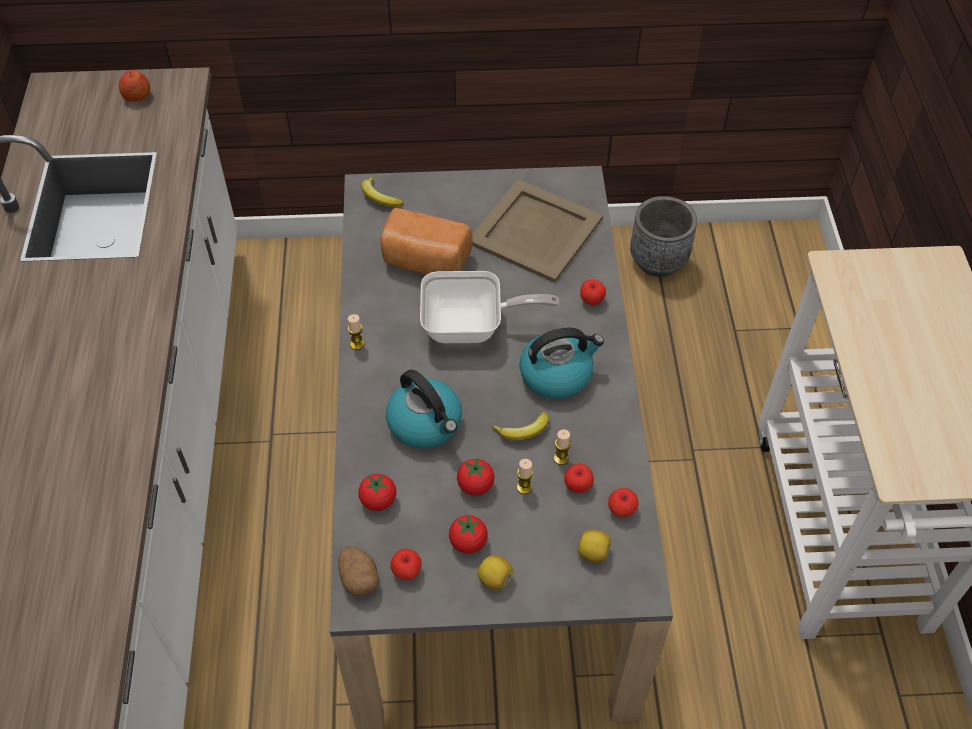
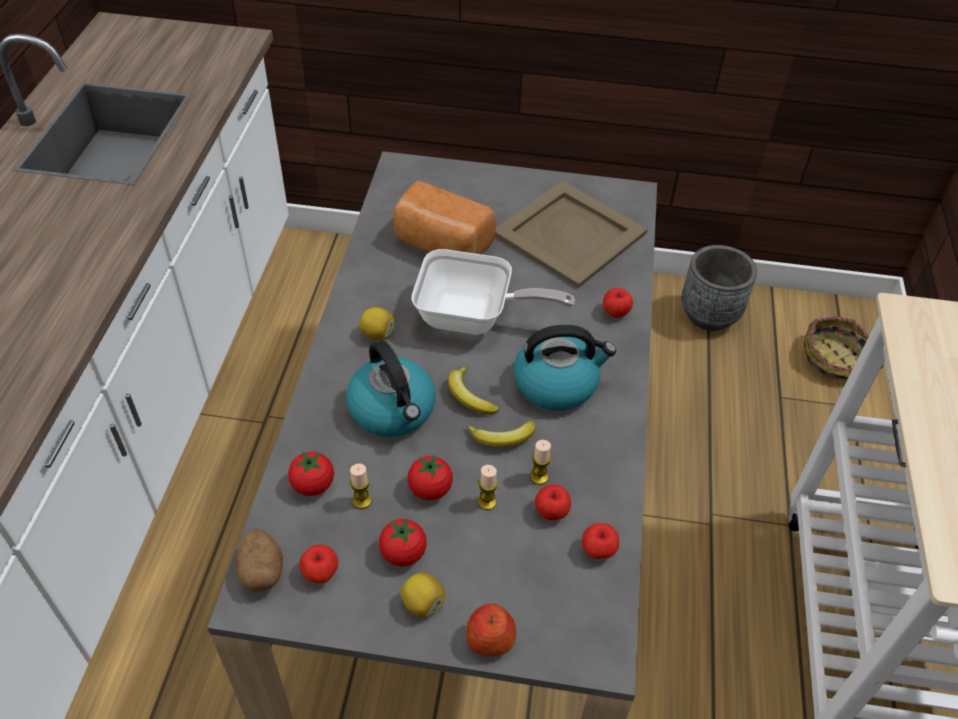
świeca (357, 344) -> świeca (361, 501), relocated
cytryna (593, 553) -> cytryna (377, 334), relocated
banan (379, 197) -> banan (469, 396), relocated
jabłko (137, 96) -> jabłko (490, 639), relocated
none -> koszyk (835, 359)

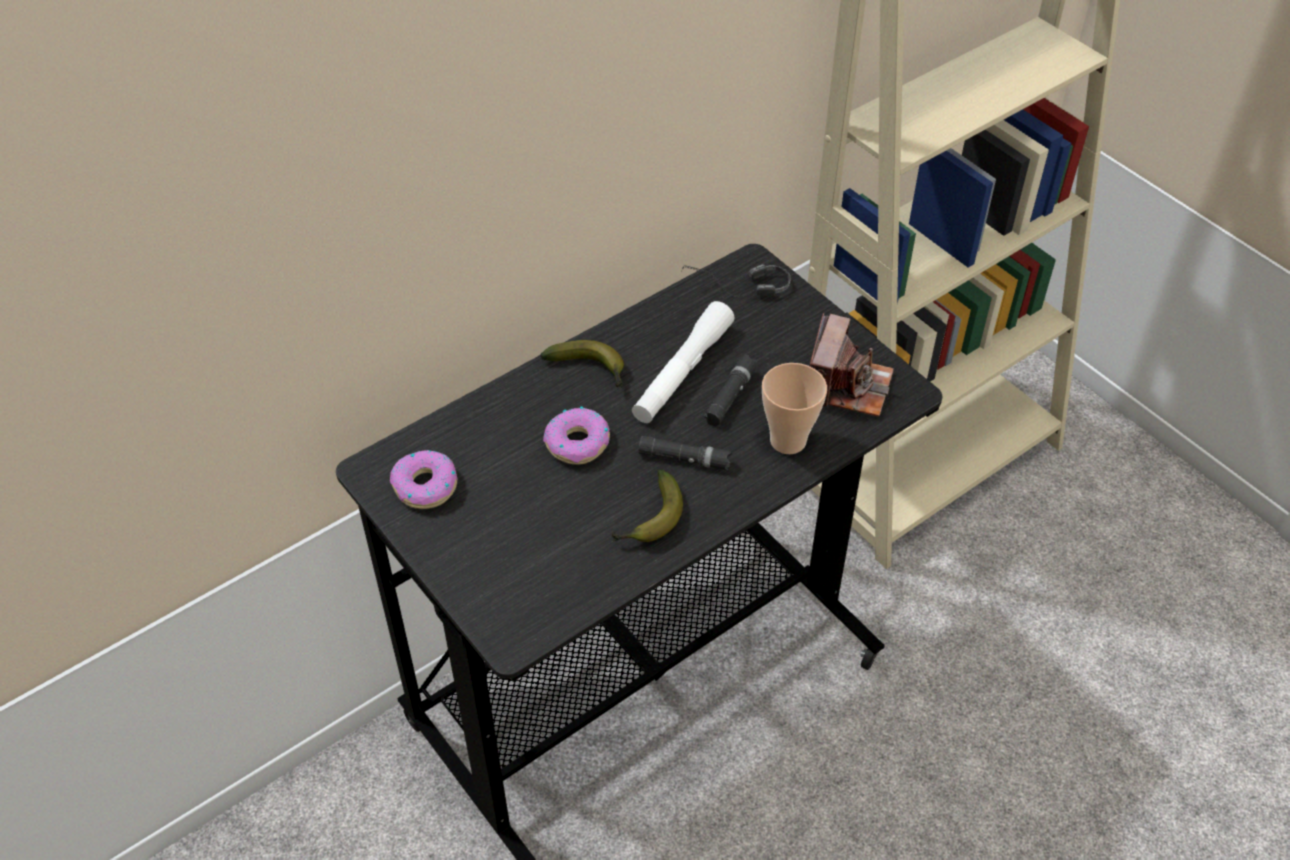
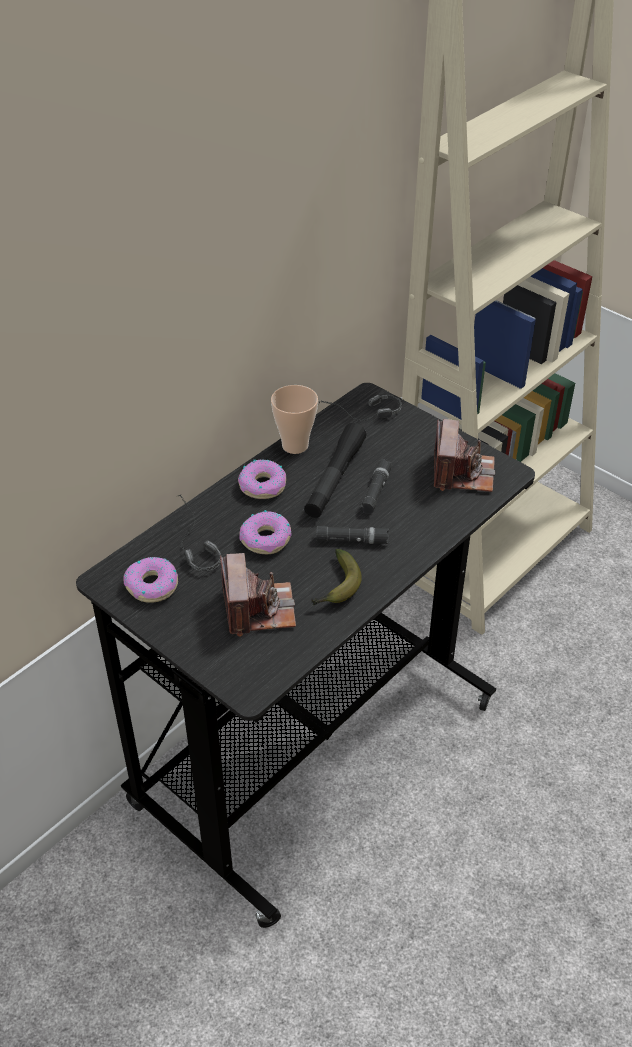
none -> słuchawki (190, 543)
none -> aparat fotograficzny (258, 609)
banan (590, 370) -> donut (263, 485)
filiżanka (788, 441) -> filiżanka (295, 445), relocated
latarka/biały (682, 372) -> latarka/czarny (334, 478)

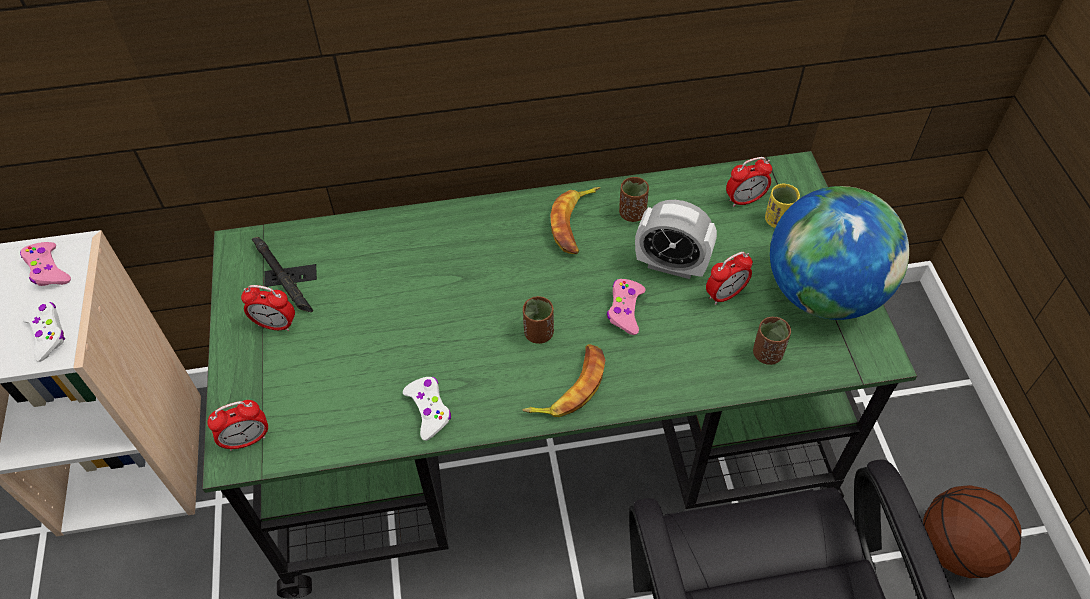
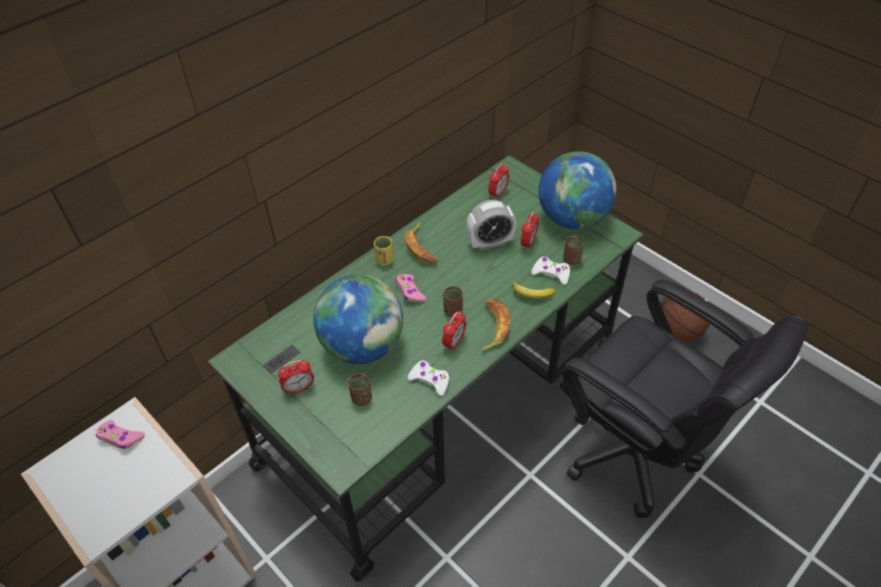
none -> globus (362, 346)
filiżanka/brązowy (632, 213) -> filiżanka/brązowy (361, 398), relocated
filiżanka/żółty (777, 220) -> filiżanka/żółty (384, 260), relocated
pad do gier/różowy (625, 310) -> pad do gier/różowy (410, 292), relocated
budzik (247, 440) -> budzik (454, 343), relocated
none -> banan (532, 294)
pad do gier/biały (48, 334) -> pad do gier/biały (551, 273), relocated
latarka/czarny (282, 277) -> none

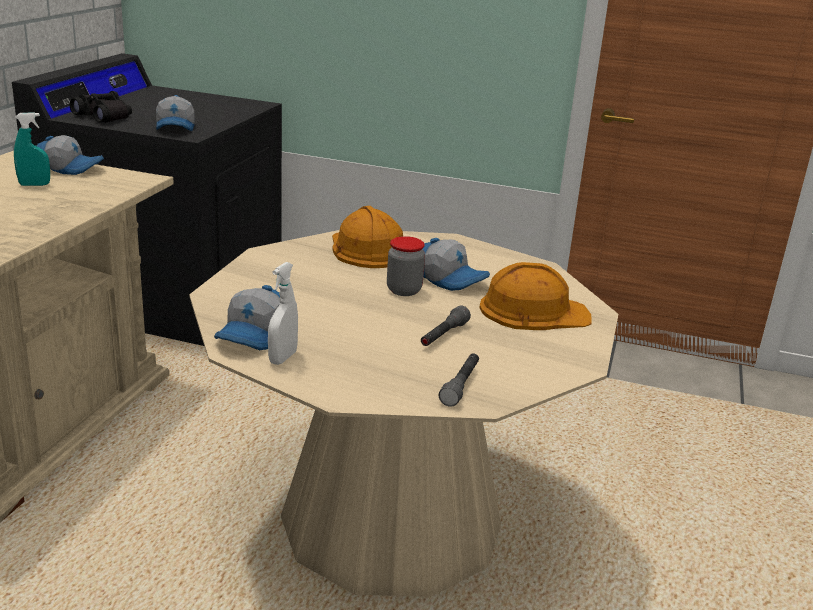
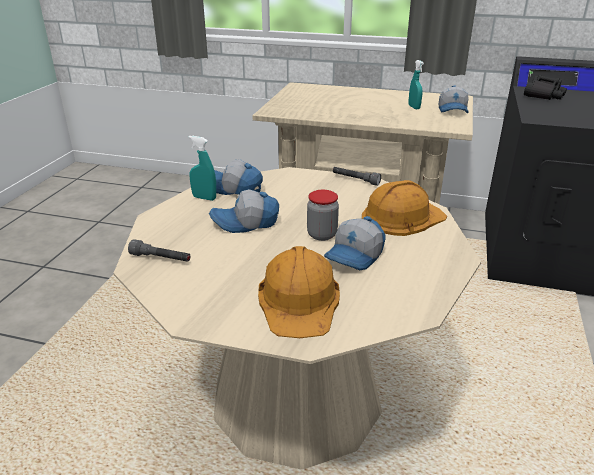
spryskiwacz/biały (283, 358) -> spryskiwacz/turkusowy (204, 198)
czapka z daszkiem (176, 127) -> czapka z daszkiem (246, 223), relocated
latarka/szary (443, 335) -> latarka/szary (355, 180), relocated

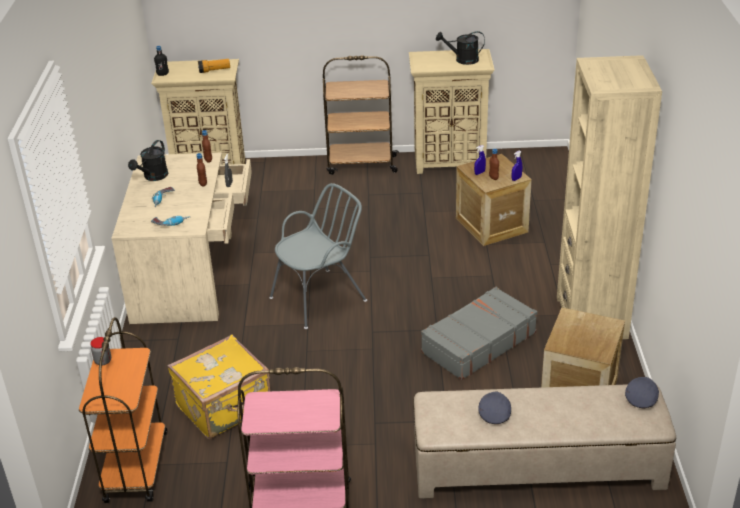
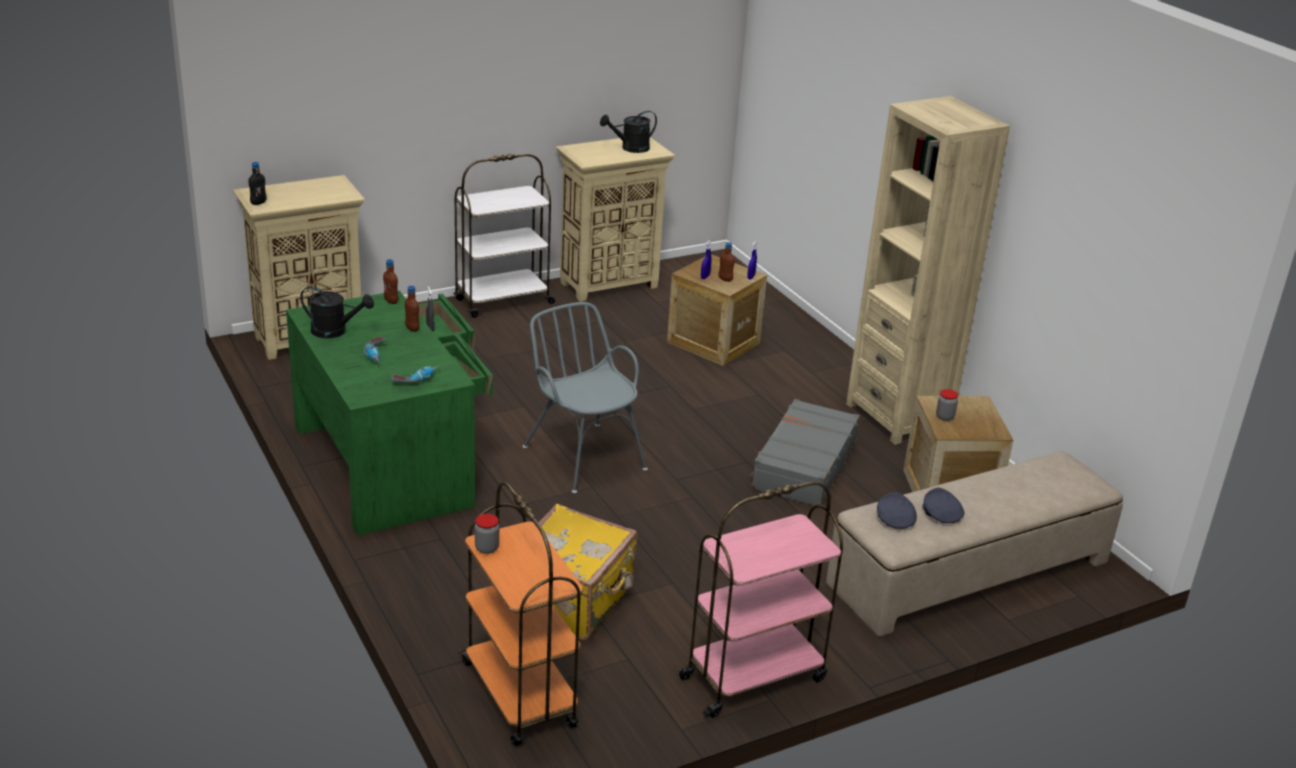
biurko/beżowy (192, 275) -> biurko/zielony (393, 461)
konewka/czarny (153, 177) -> konewka/czarny (335, 331), 75 degrees counterclockwise
wózek/brązowy (361, 165) -> wózek/biały (502, 302)
krzesło/szary (321, 297) -> krzesło/szary (582, 454), 60 degrees counterclockwise
czapka z daszkiem/szary (641, 398) -> czapka z daszkiem/szary (894, 519), relocated
none -> słoik (944, 417)
latarka (214, 70) -> none

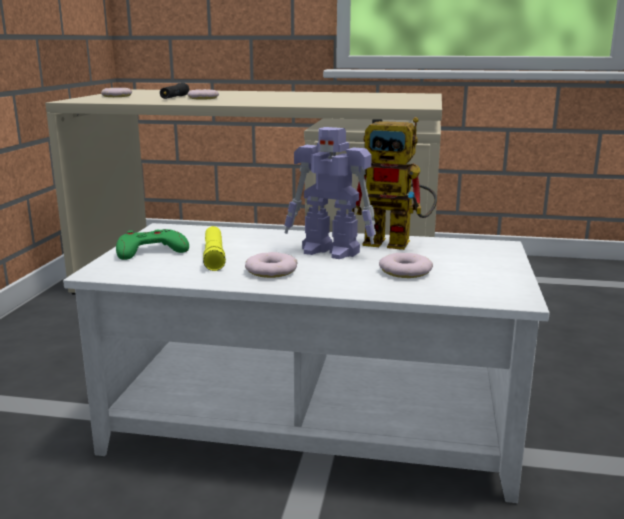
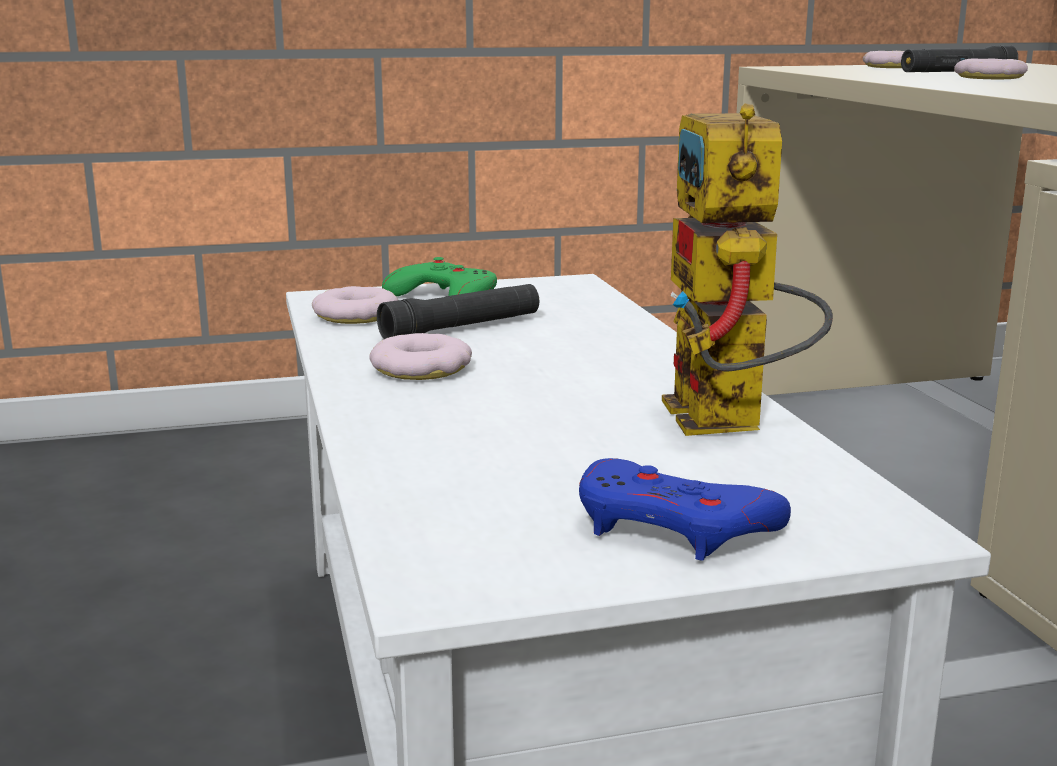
donut (405, 271) -> donut (356, 315), relocated
latarka/żółty (214, 256) -> latarka/czarny (462, 328)
none -> pad do gier/niebieski (673, 525)
robot zabawkowy (331, 251) -> none

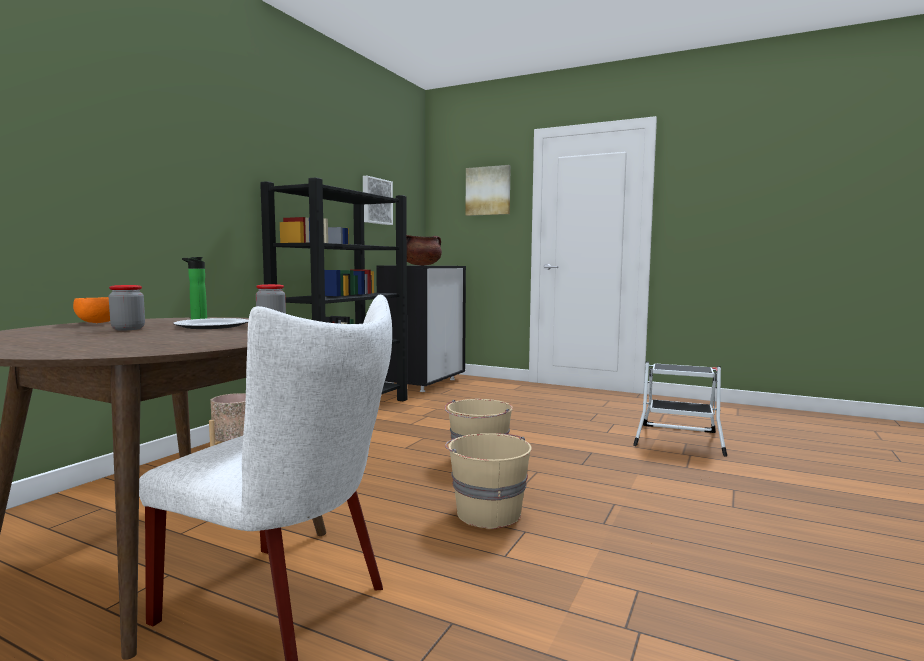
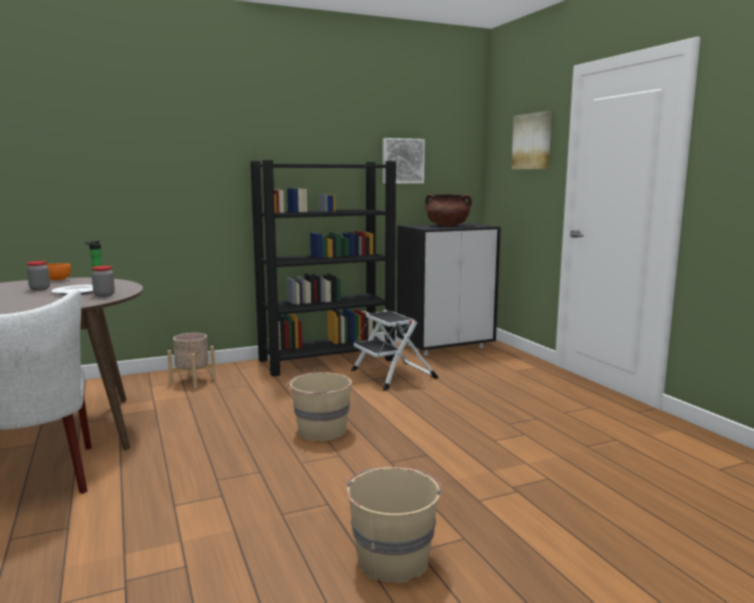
wiadro/beżowy (487, 513) -> wiadro/beżowy (392, 558), relocated
drabinka (678, 439) -> drabinka (393, 375), relocated

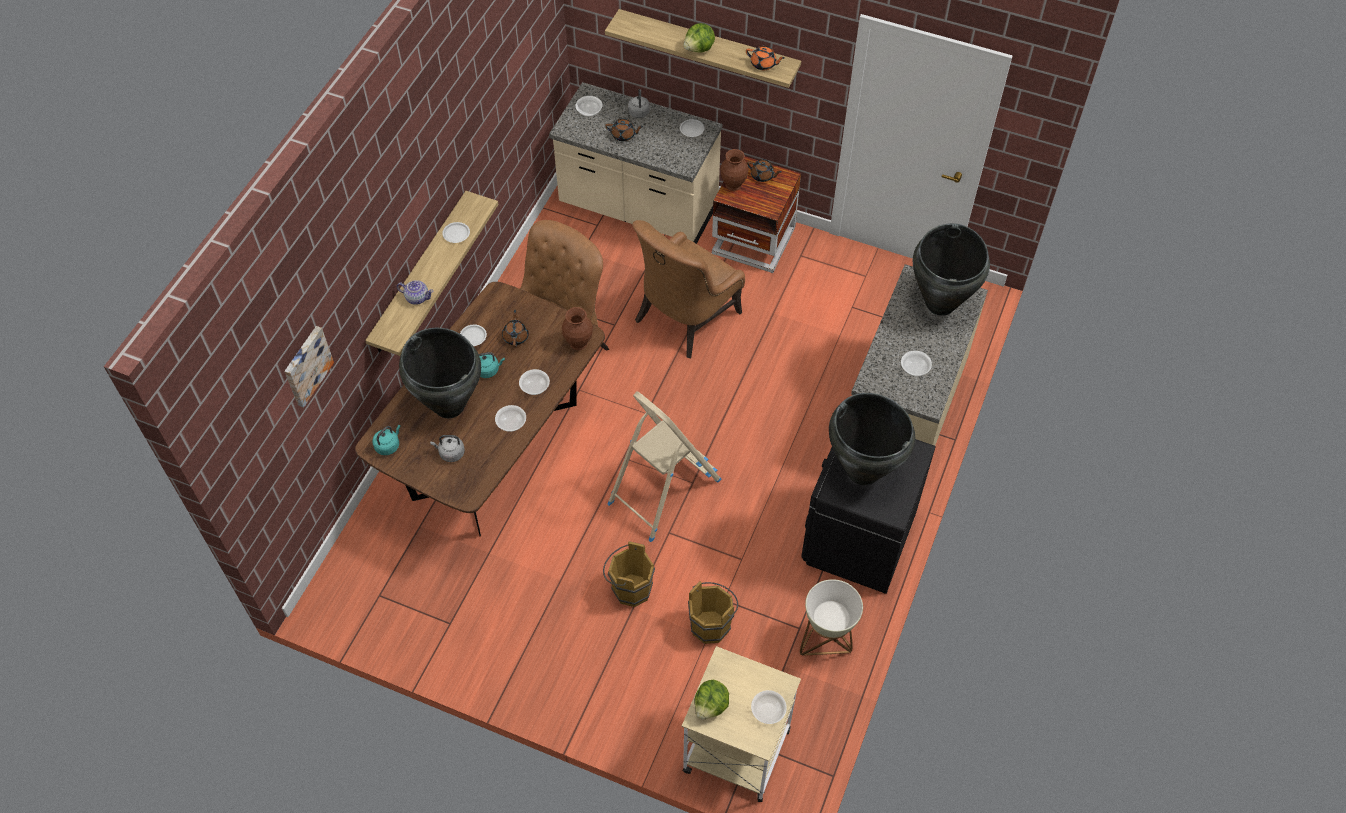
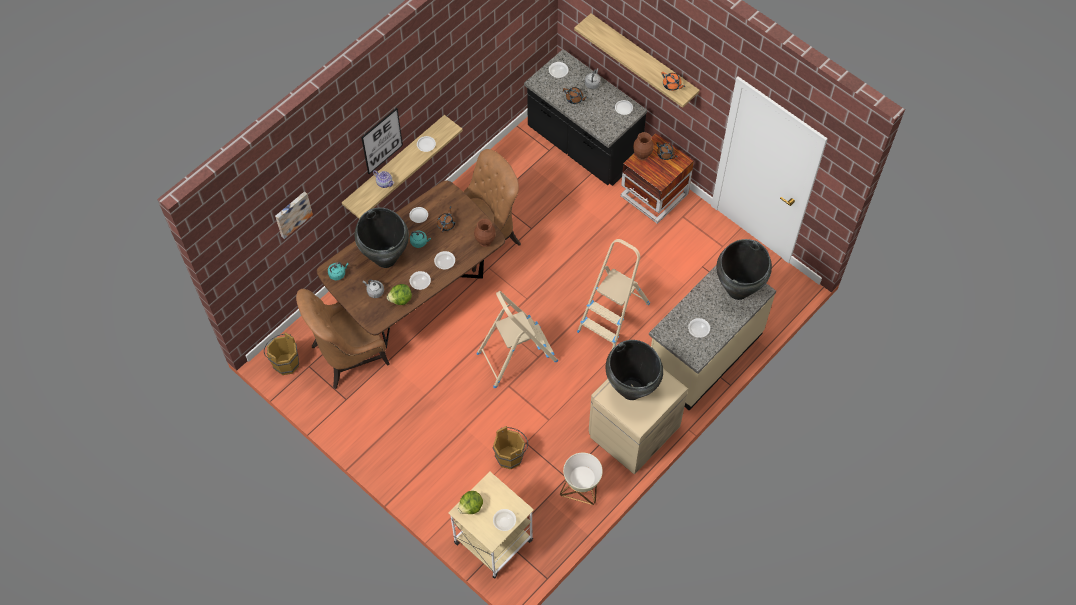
wiadro/brązowy (629, 588) -> wiadro/brązowy (284, 362), relocated
krzesło/brązowy (686, 317) -> krzesło/brązowy (348, 354), relocated
none -> obraz (382, 141)
sałata (699, 49) -> sałata (401, 299), relocated
zabudowa kuchenna/beżowy (638, 208) -> zabudowa kuchenna/czarny (582, 146)
none -> drabinka/beżowy (613, 317)
pralka/czarny (857, 537) -> pralka/beżowy (632, 430)

